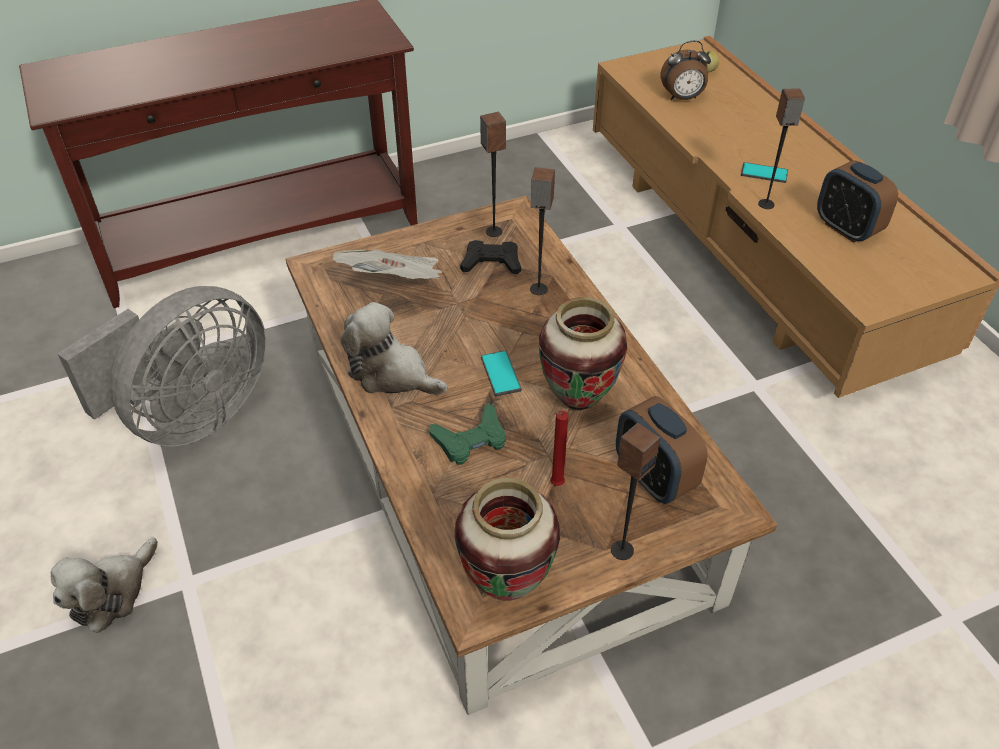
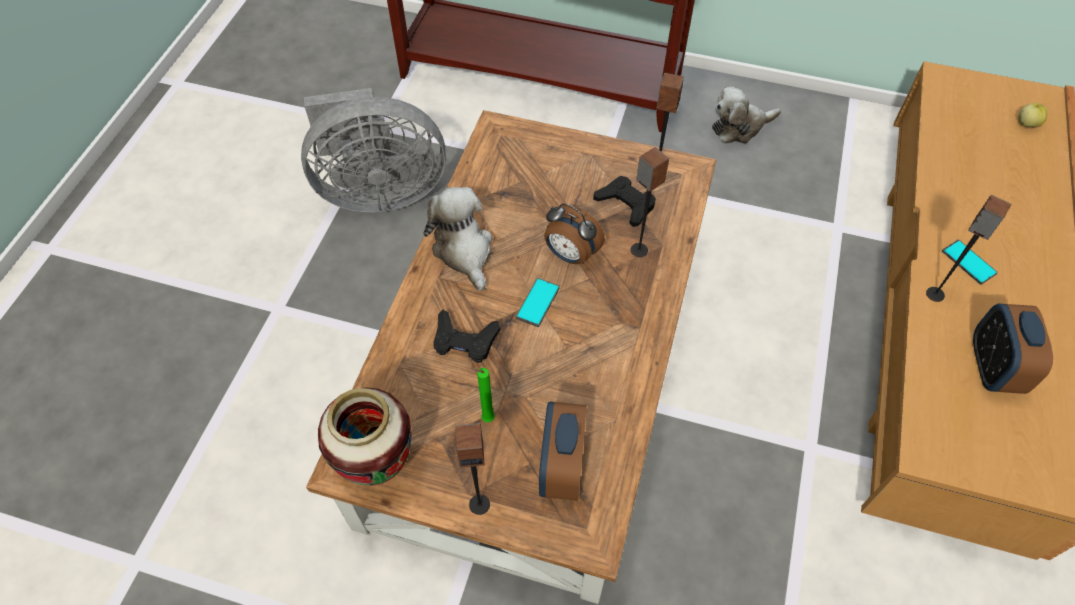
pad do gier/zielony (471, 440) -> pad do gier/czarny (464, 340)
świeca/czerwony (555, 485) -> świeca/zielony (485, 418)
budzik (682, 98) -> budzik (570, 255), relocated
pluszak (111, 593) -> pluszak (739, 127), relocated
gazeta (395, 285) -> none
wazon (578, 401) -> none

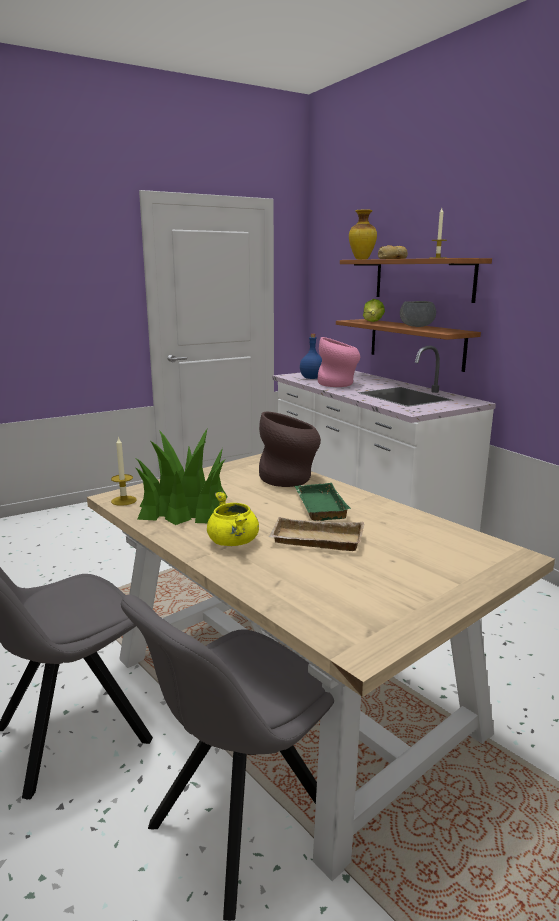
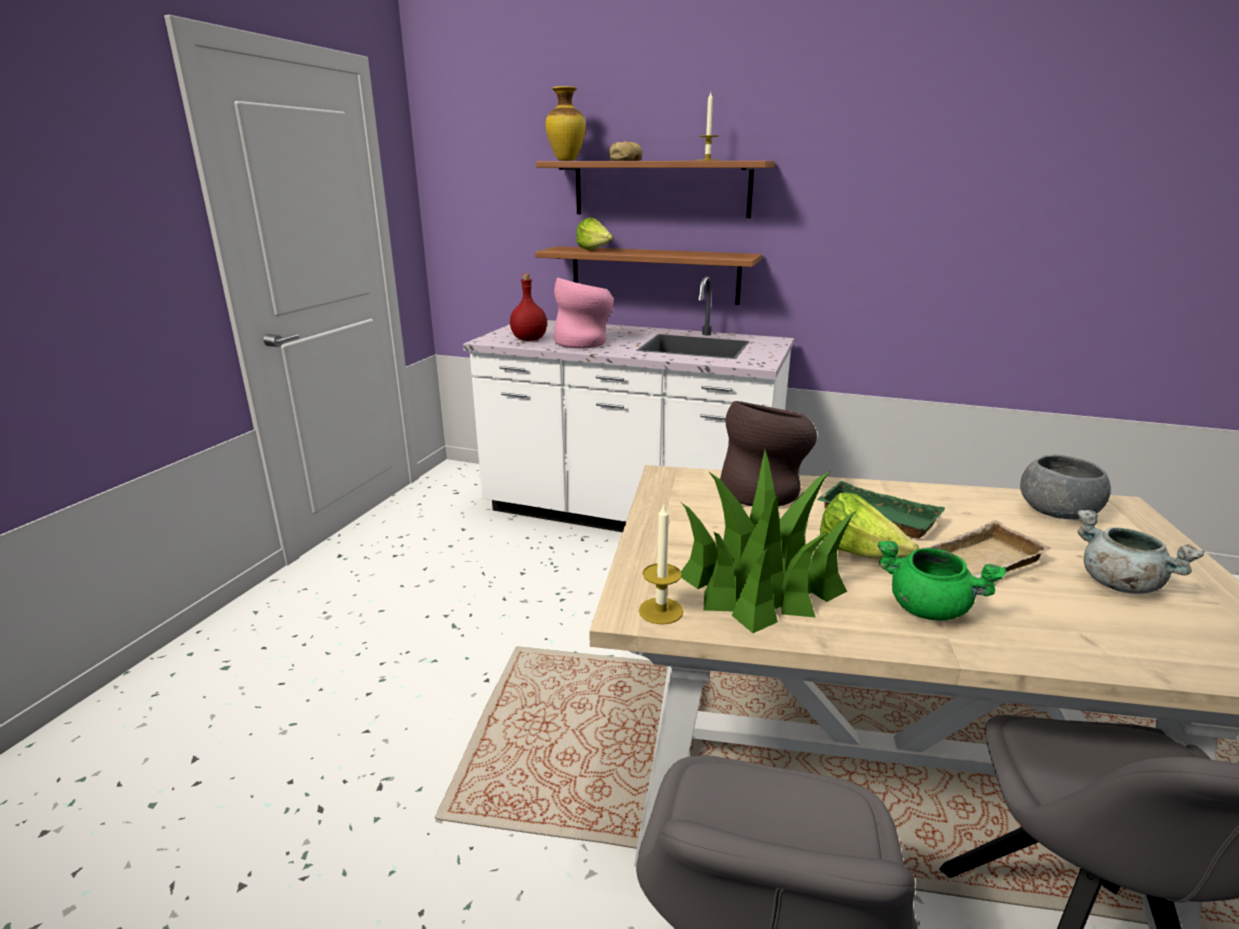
butelka/niebieski (312, 378) -> butelka/czerwony (530, 339)
none -> sałata (859, 553)
garnek/żółty (233, 542) -> garnek/zielony (929, 608)
miska/szary (416, 326) -> miska/szary (1057, 513), relocated
none -> garnek/szary (1118, 583)

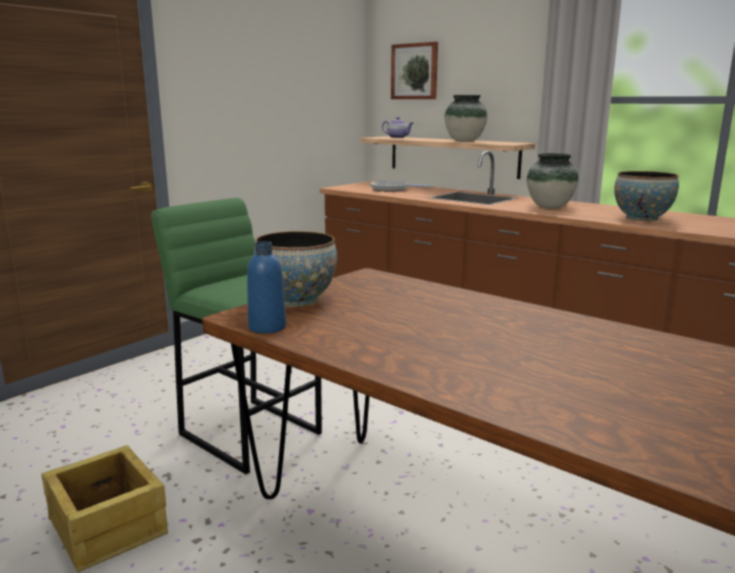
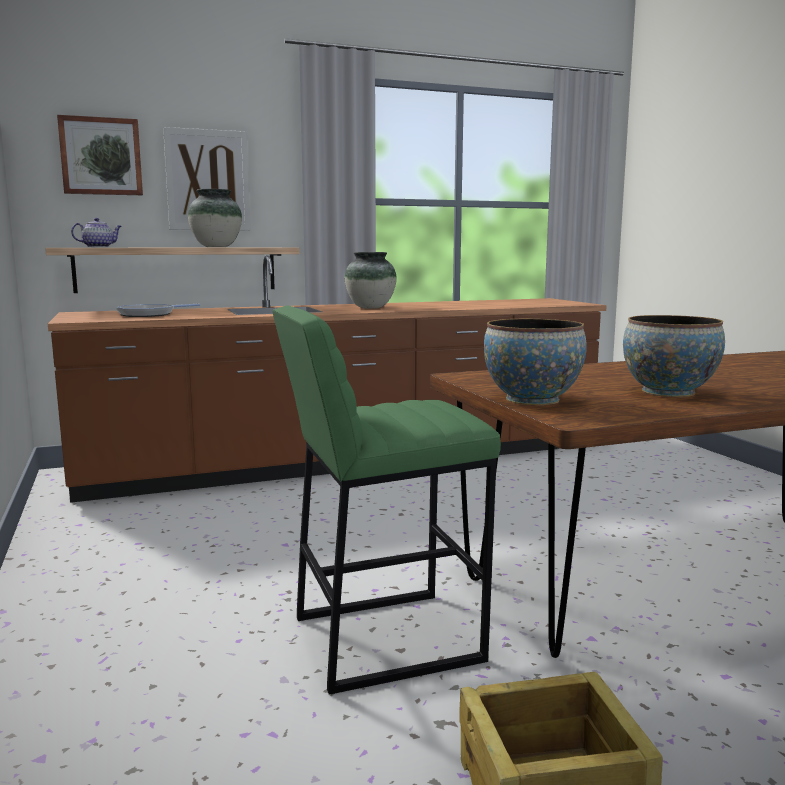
none -> obraz (208, 180)
miska (641, 219) -> miska (668, 392), relocated
butelka/niebieski (267, 327) -> none

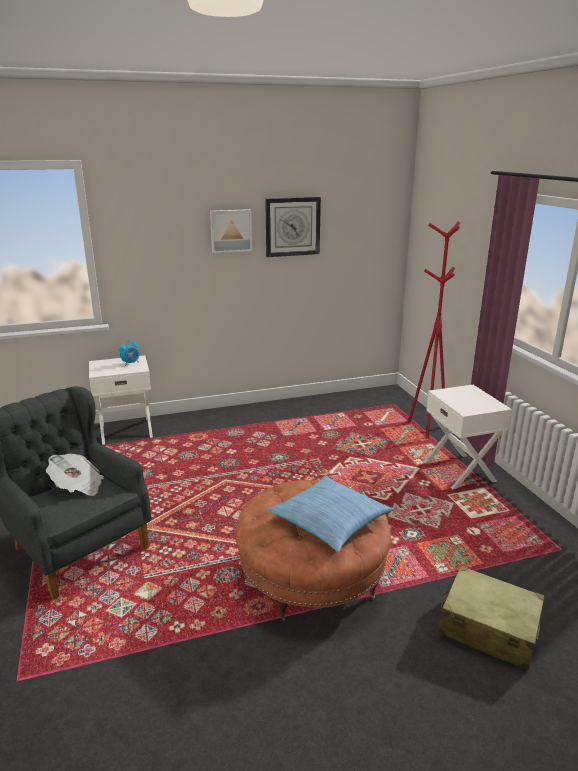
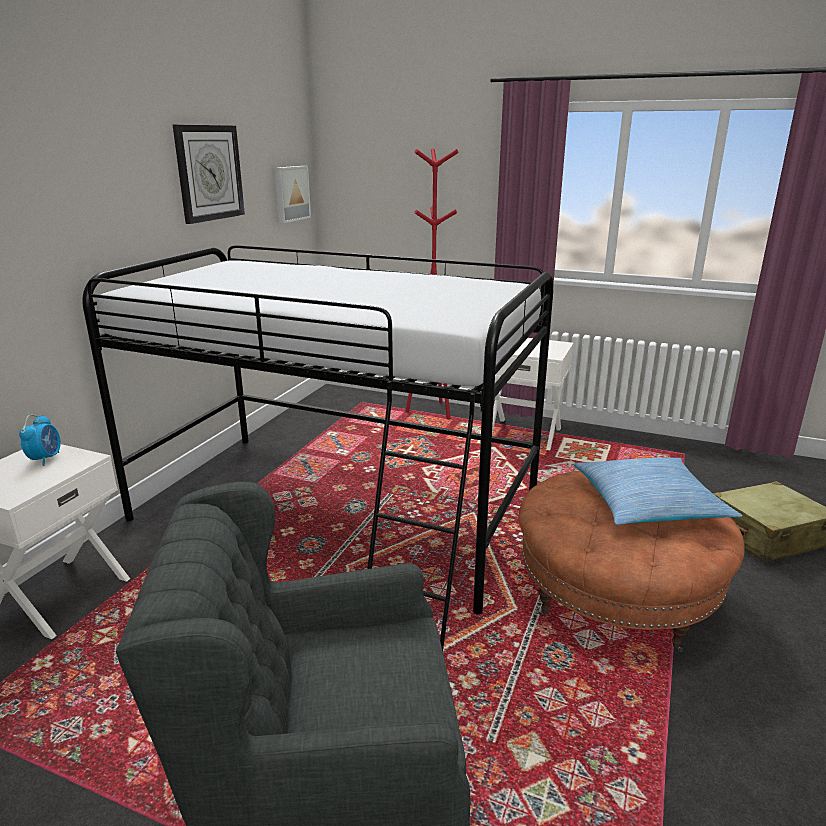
none -> łóżko/czarny (338, 512)
obraz (230, 230) -> obraz (290, 193), relocated
gazeta (78, 486) -> none

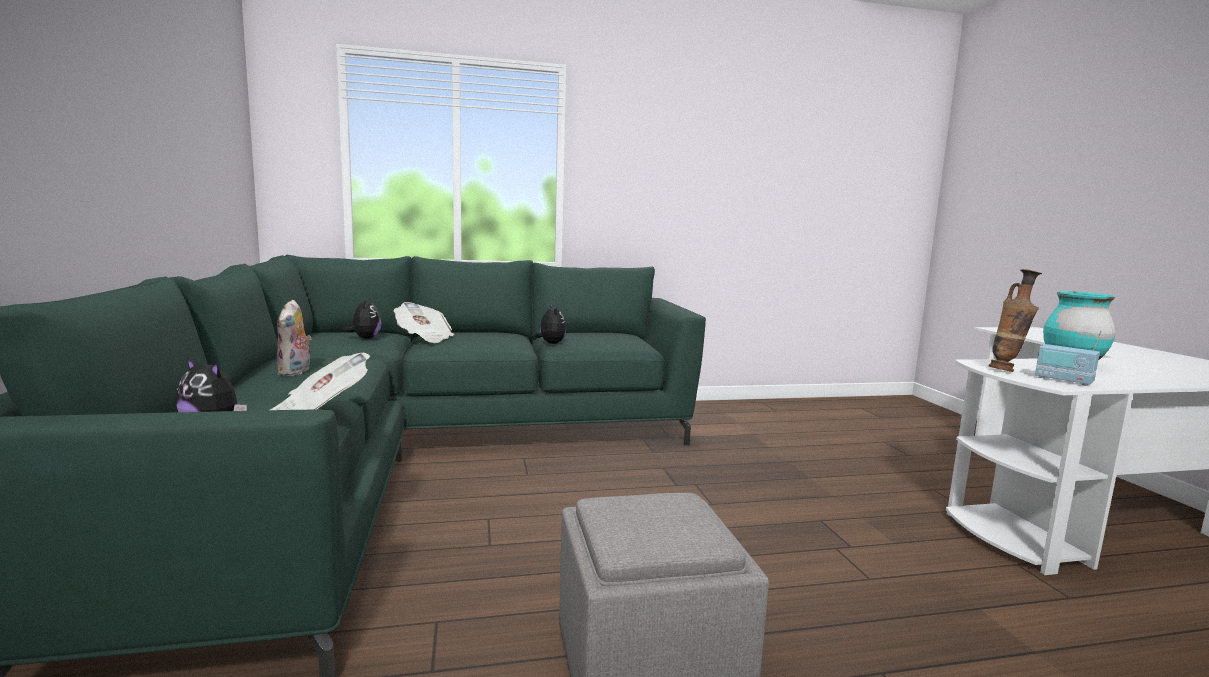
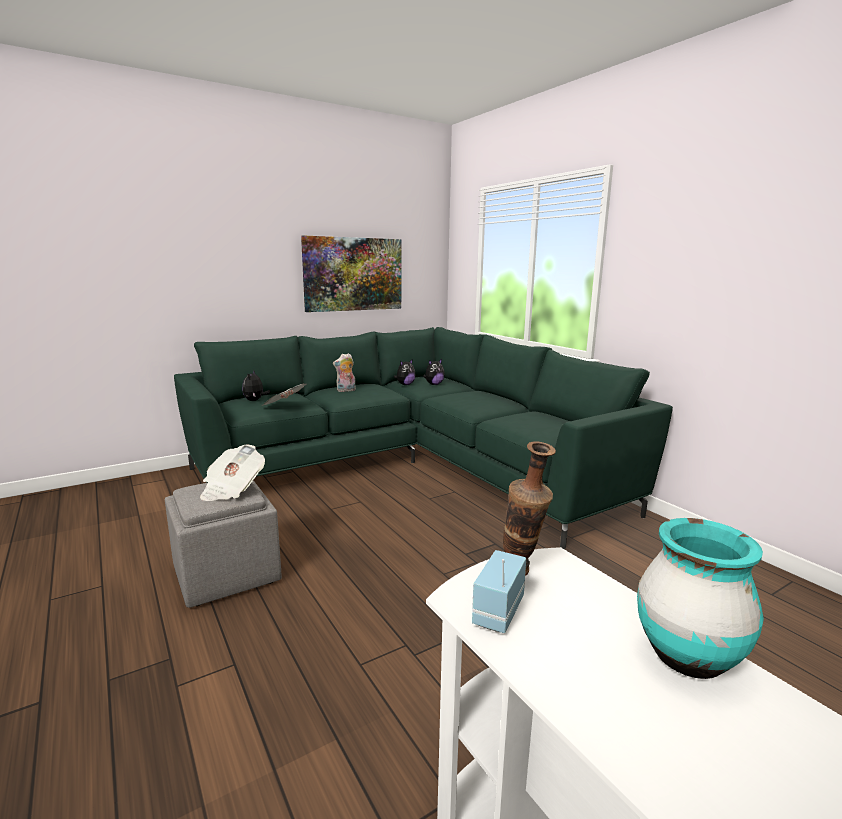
gazeta (424, 338) -> gazeta (232, 489), relocated
none -> obraz (353, 274)
pluszak (550, 343) -> pluszak (405, 384), relocated

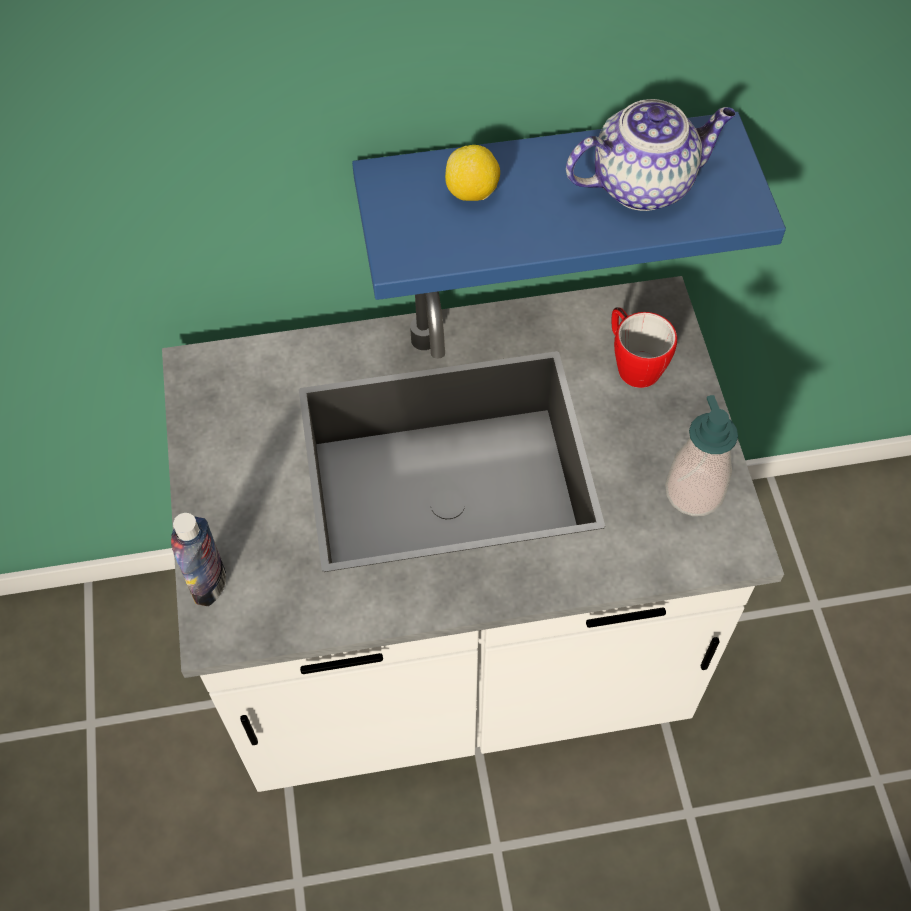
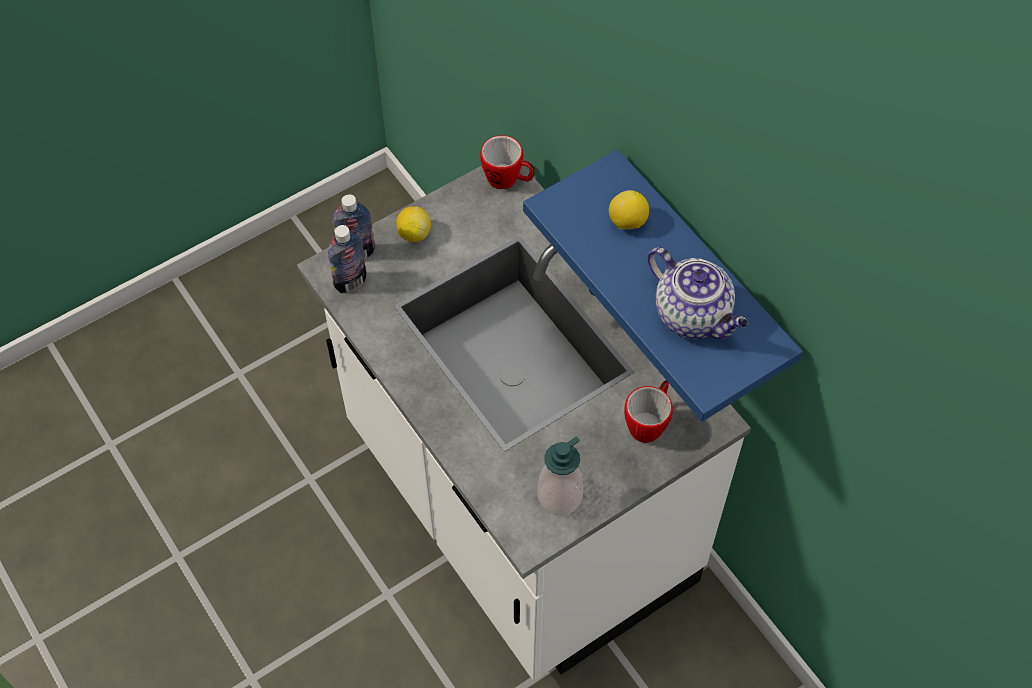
none -> butelka (350, 282)
none -> cytryna (414, 234)
none -> kubek (508, 180)

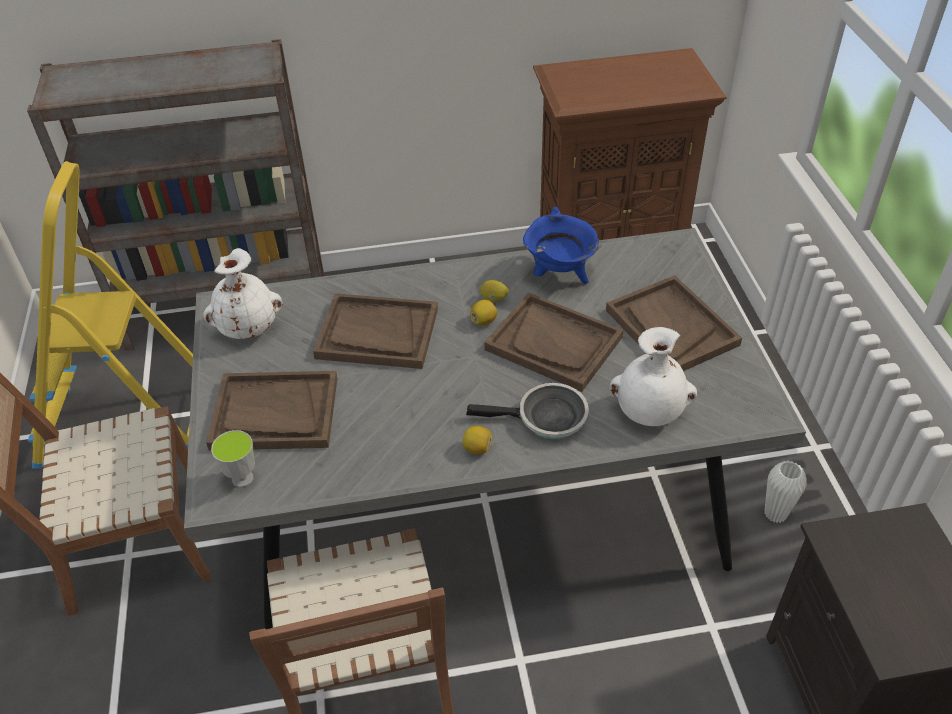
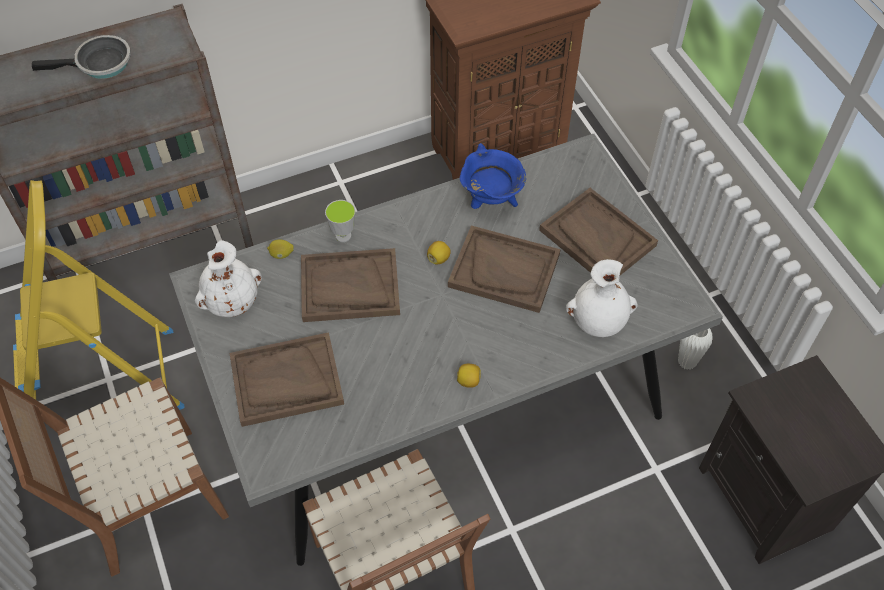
patelnia (546, 419) -> patelnia (99, 64), relocated
cytryna (494, 299) -> cytryna (281, 255), relocated
filiżanka (242, 478) -> filiżanka (343, 236), relocated

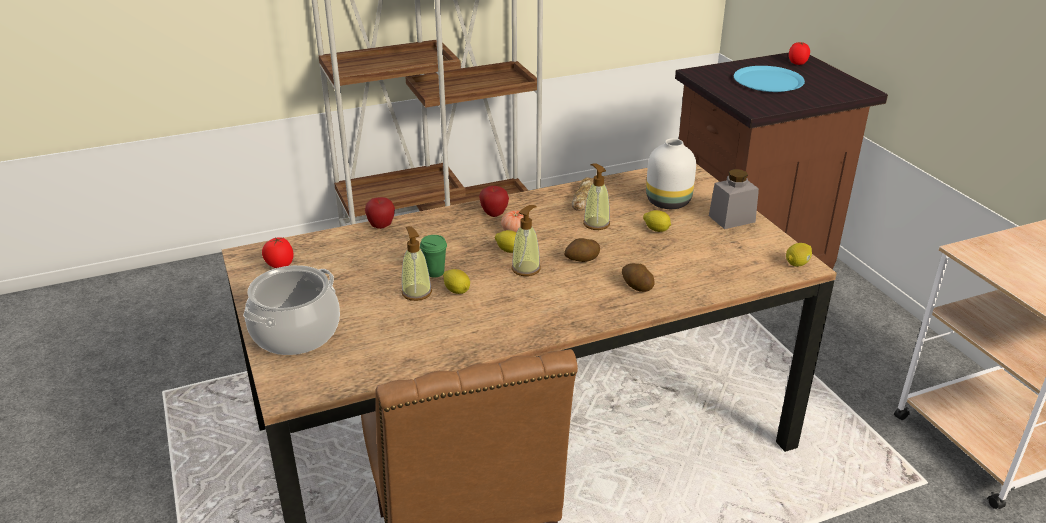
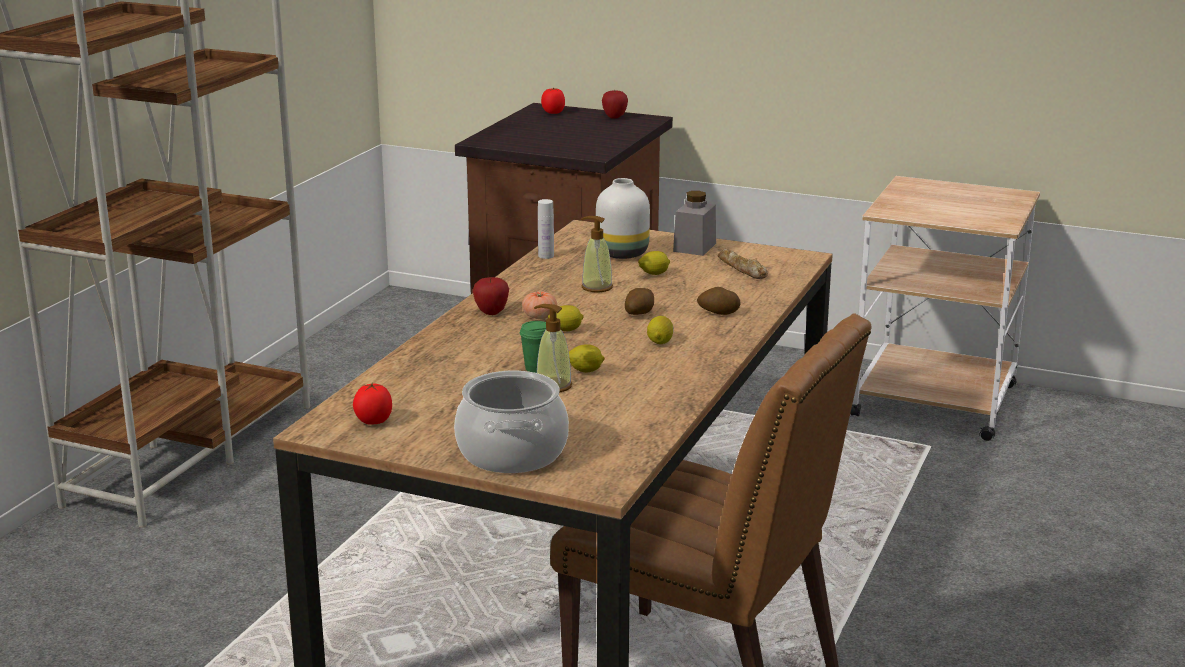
none -> butelka/biały (546, 256)
jabłko (381, 226) -> jabłko (614, 117), relocated
cytryna (797, 264) -> cytryna (660, 342), relocated
chleb (582, 197) -> chleb (741, 269), relocated
dozownik mydła (526, 269) -> none
talerz/niebieski (768, 81) -> none

